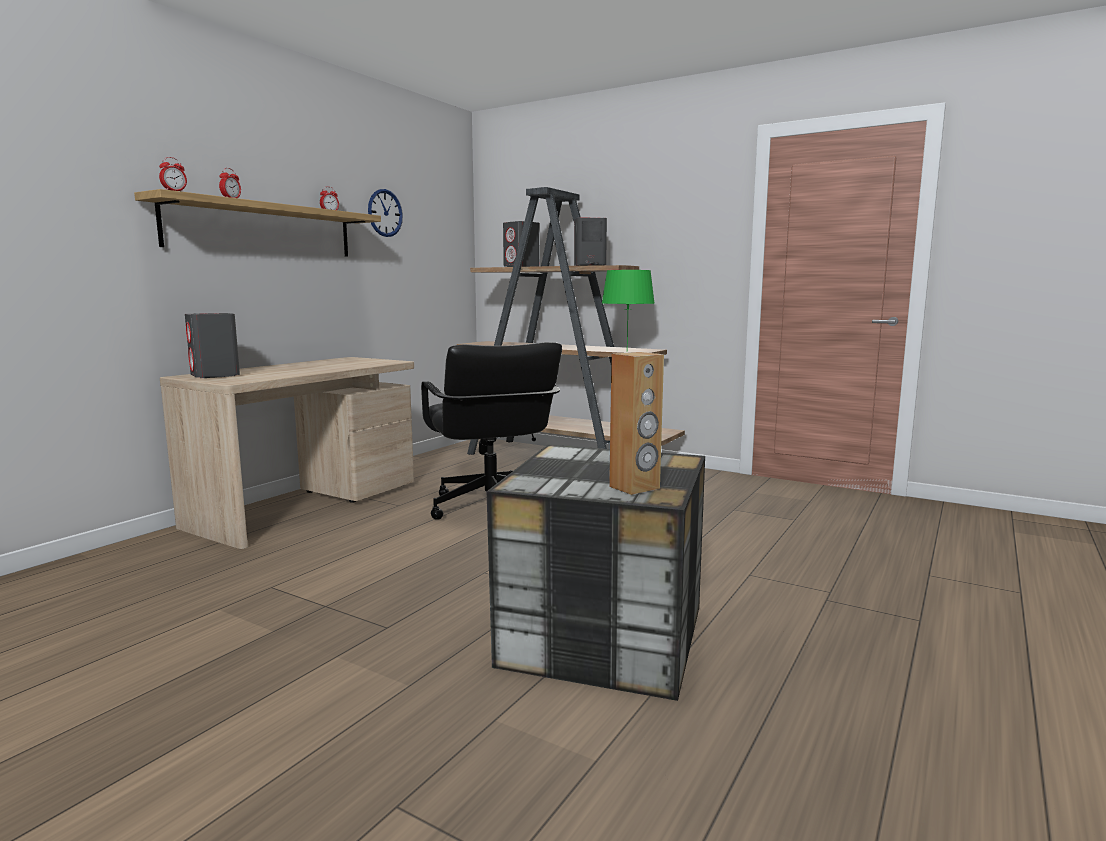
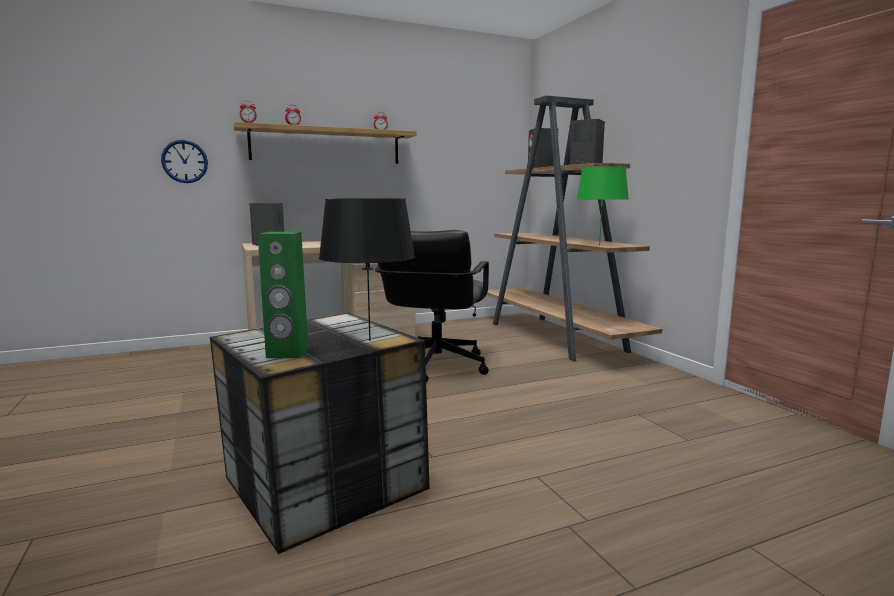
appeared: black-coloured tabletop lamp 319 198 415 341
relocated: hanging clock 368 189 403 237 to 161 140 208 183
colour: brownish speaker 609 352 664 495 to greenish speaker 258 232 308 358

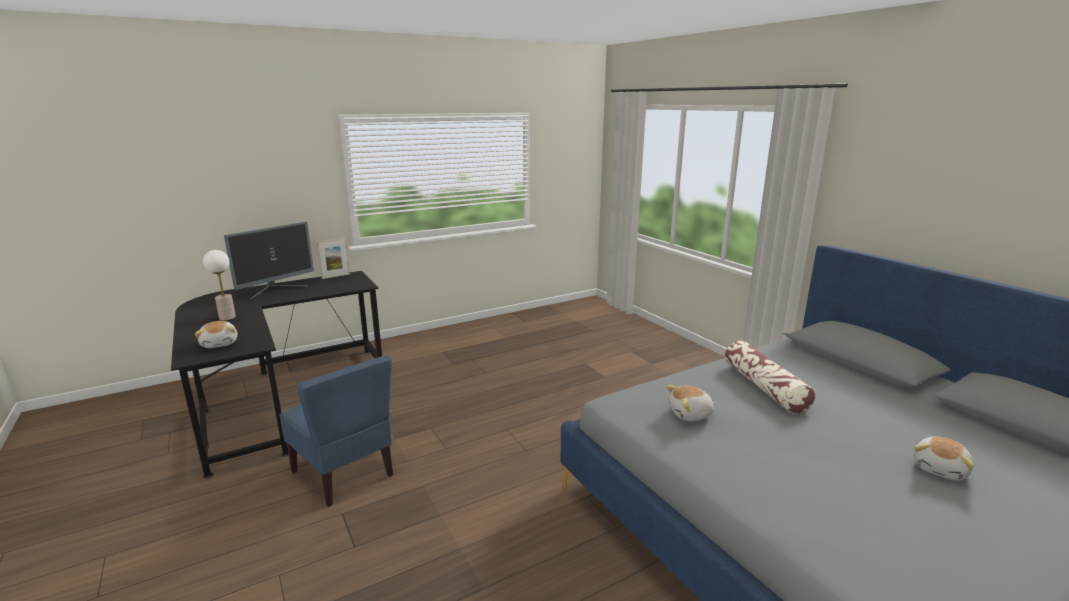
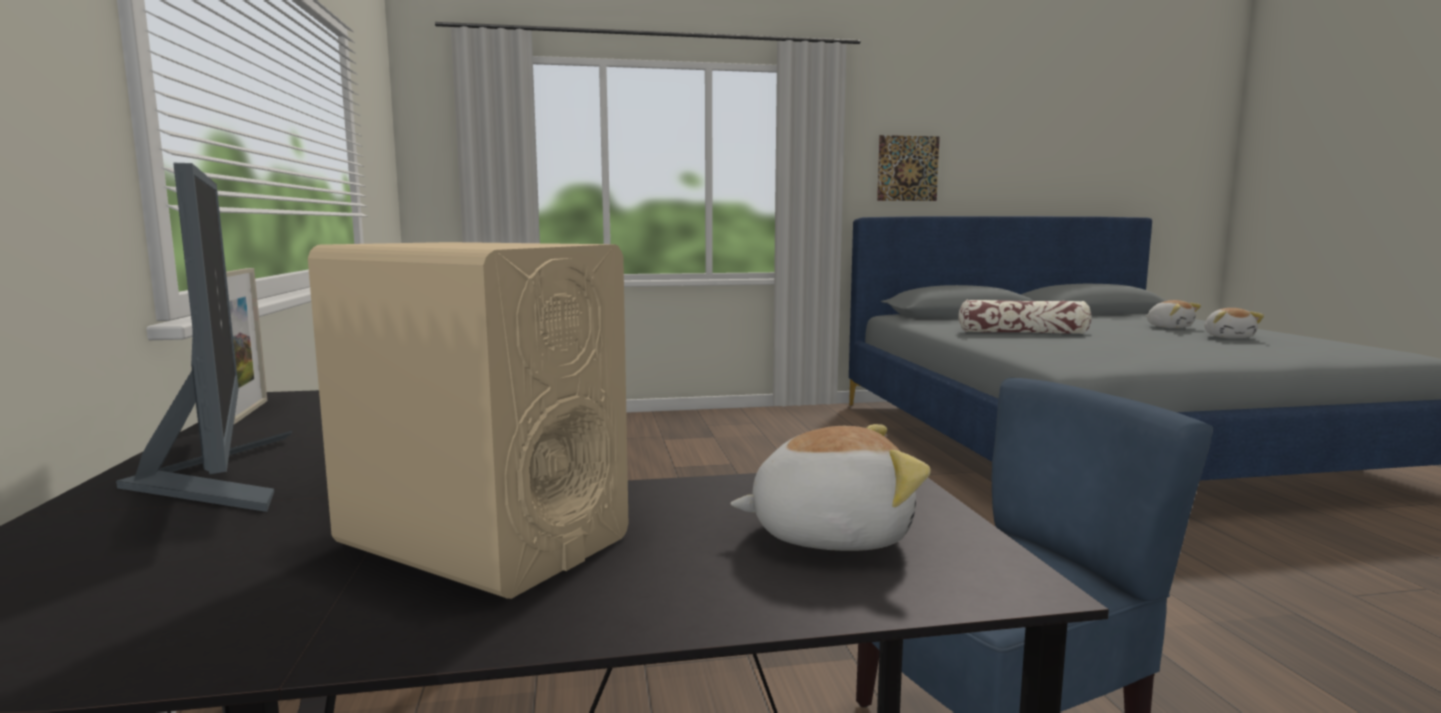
appeared: wall picture 877 135 940 201
relocated: cuddly toy 666 385 716 421 to 1205 308 1264 338
exchanged: tabletop lamp 203 250 236 320 to beige-coloured speaker 308 242 628 599

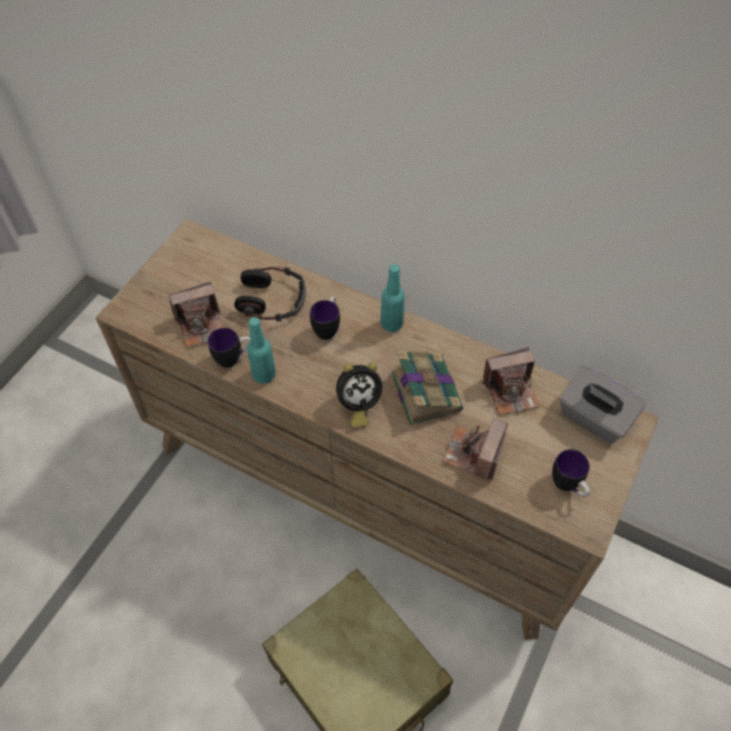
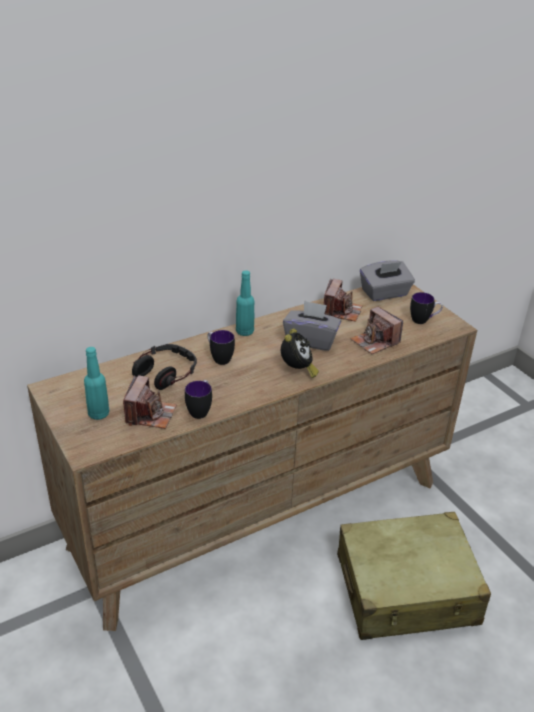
relocated: turquoise-coloured drink bottle 247 317 276 384 to 84 347 110 420
exchanged: volume 391 351 463 425 to grey box of tissues 283 300 341 351

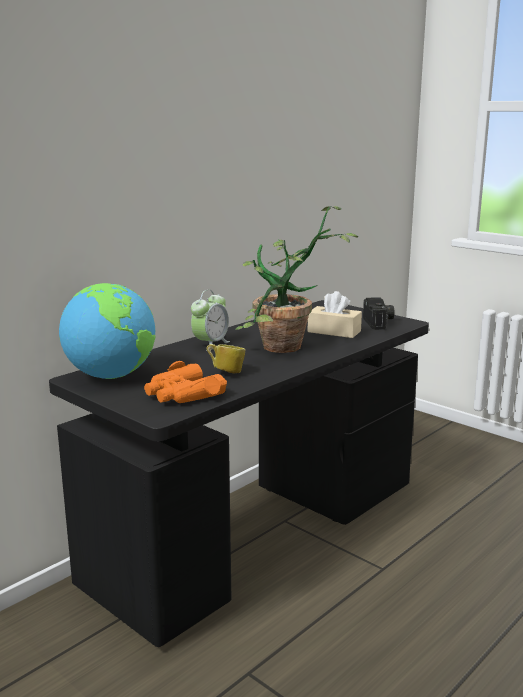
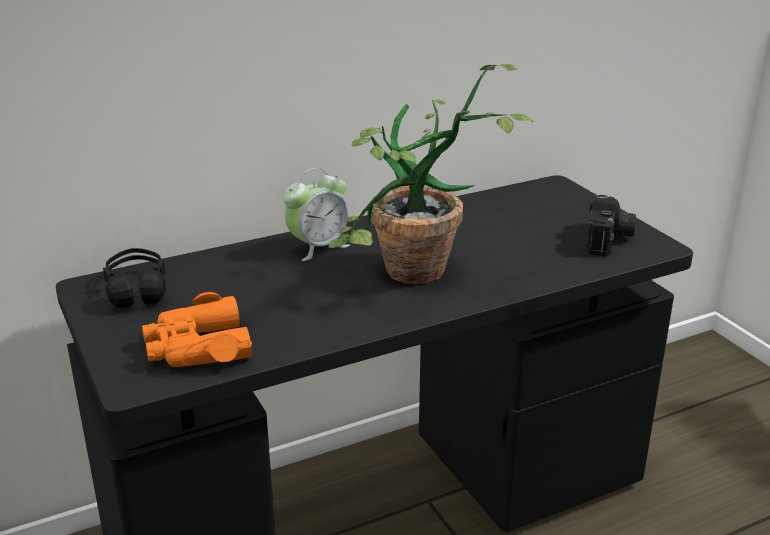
missing: coffee mug 206 344 245 373; beige-coloured box of tissues 308 291 362 338
exchanged: desk globe 59 283 155 379 to black-coloured headset 103 248 166 308

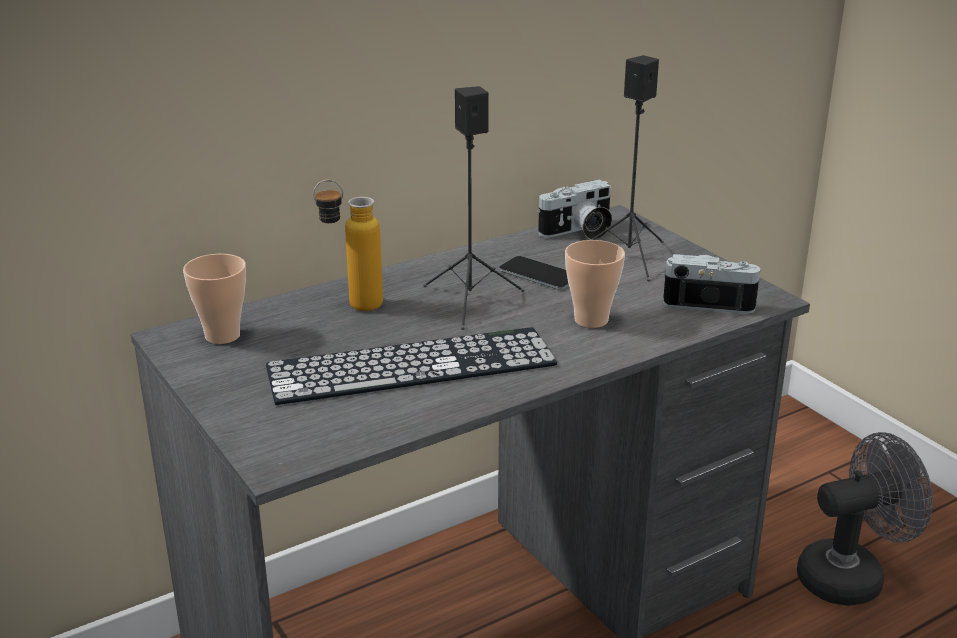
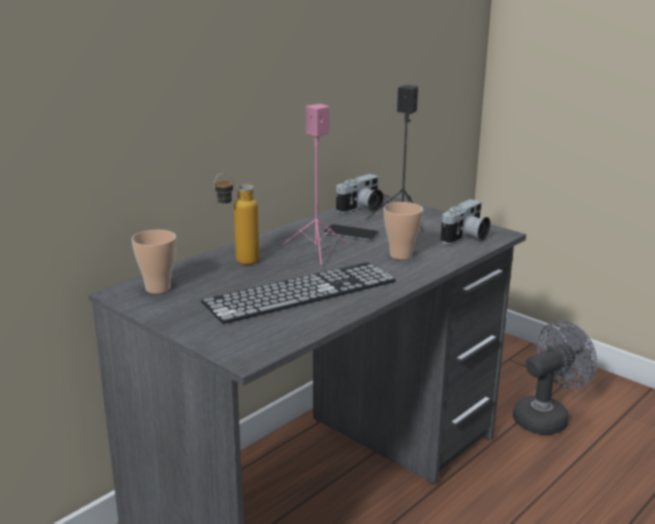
colour: black-coloured speaker 423 86 524 330 to pinkish speaker 279 104 348 269
spun: photo camera 662 254 763 314 = 441 199 491 244 135 degrees clockwise

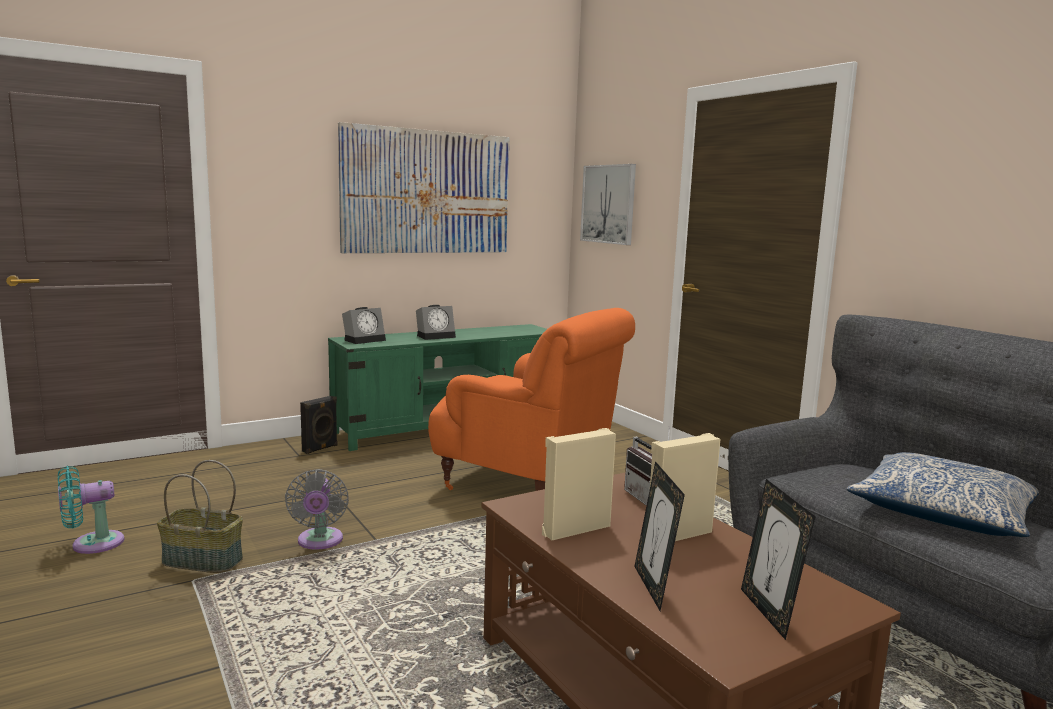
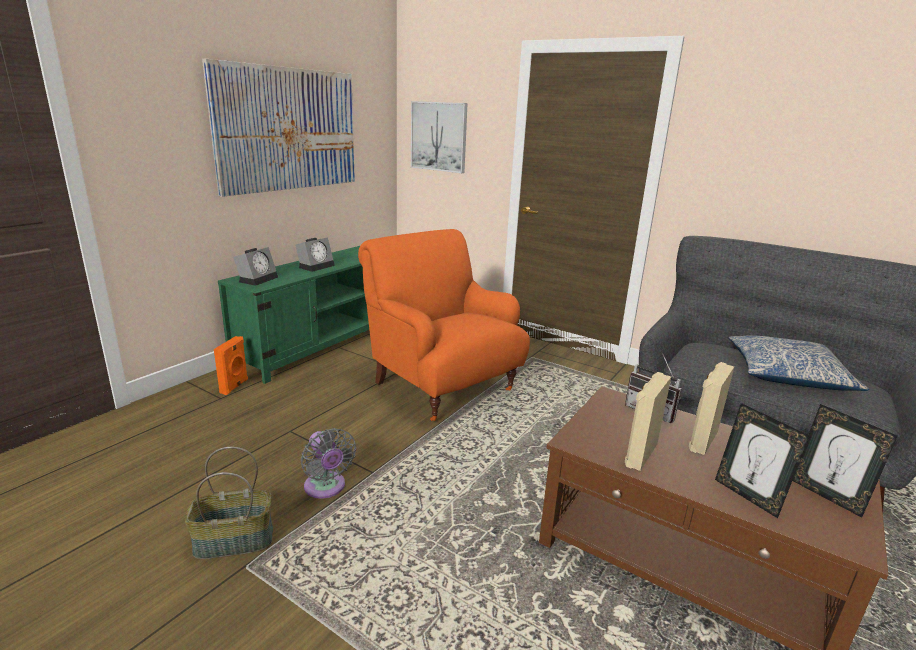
missing: turquoise-coloured electric fan 58 466 124 554
colour: black-coloured speaker 300 396 338 454 to orange-coloured speaker 214 336 248 395
spun: orange-coloured easy chair 428 308 635 491 = 358 229 530 421 135 degrees counterclockwise

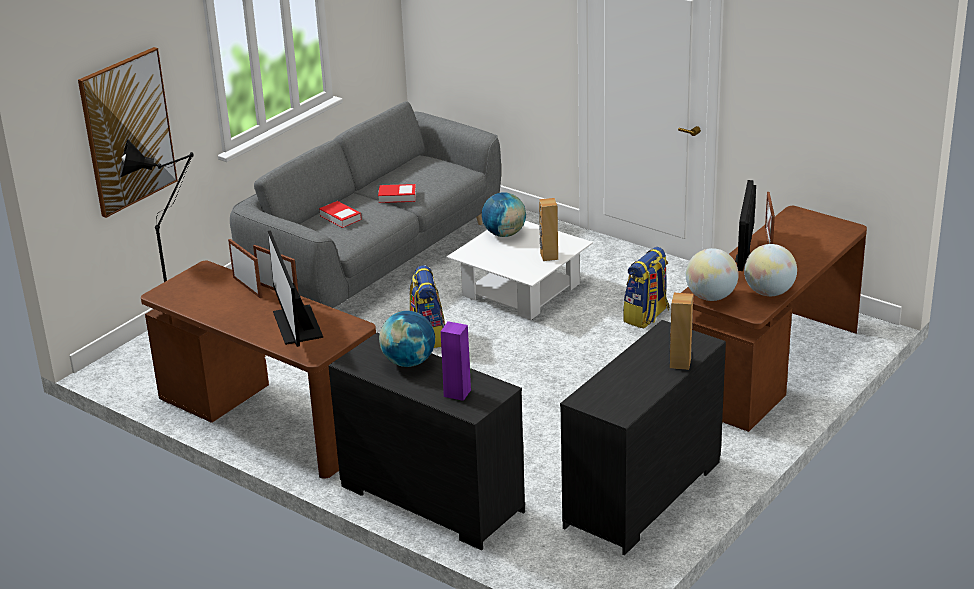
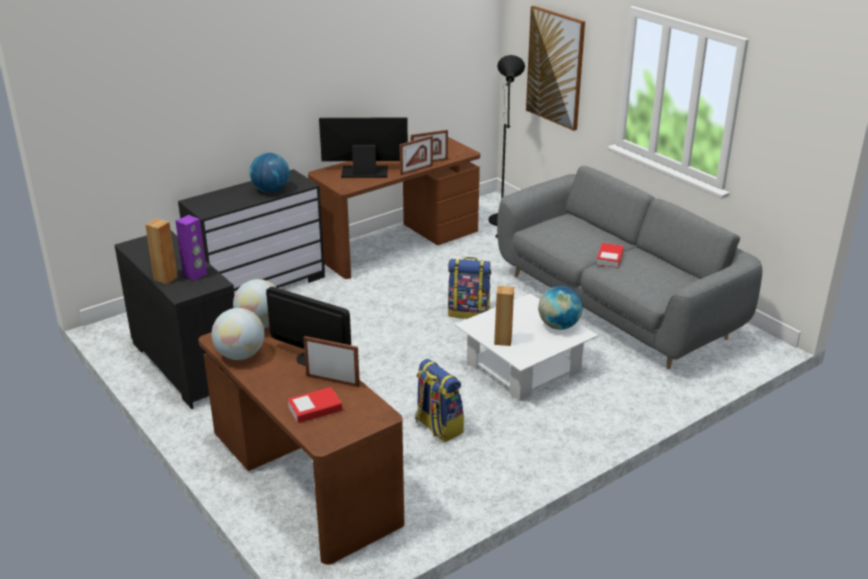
relocated: volume 319 201 362 228 to 287 387 342 423; purple-coloured speaker 441 321 471 401 to 175 215 207 281

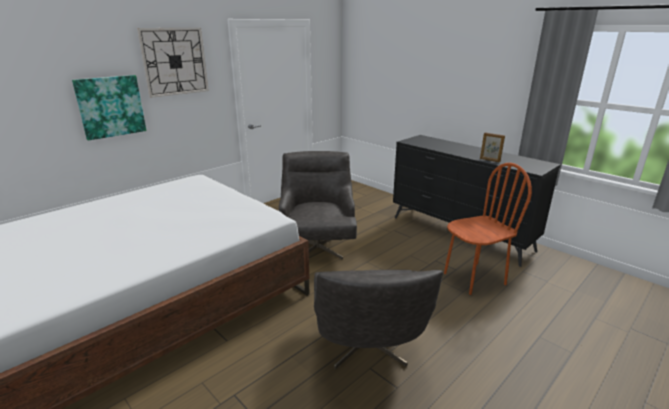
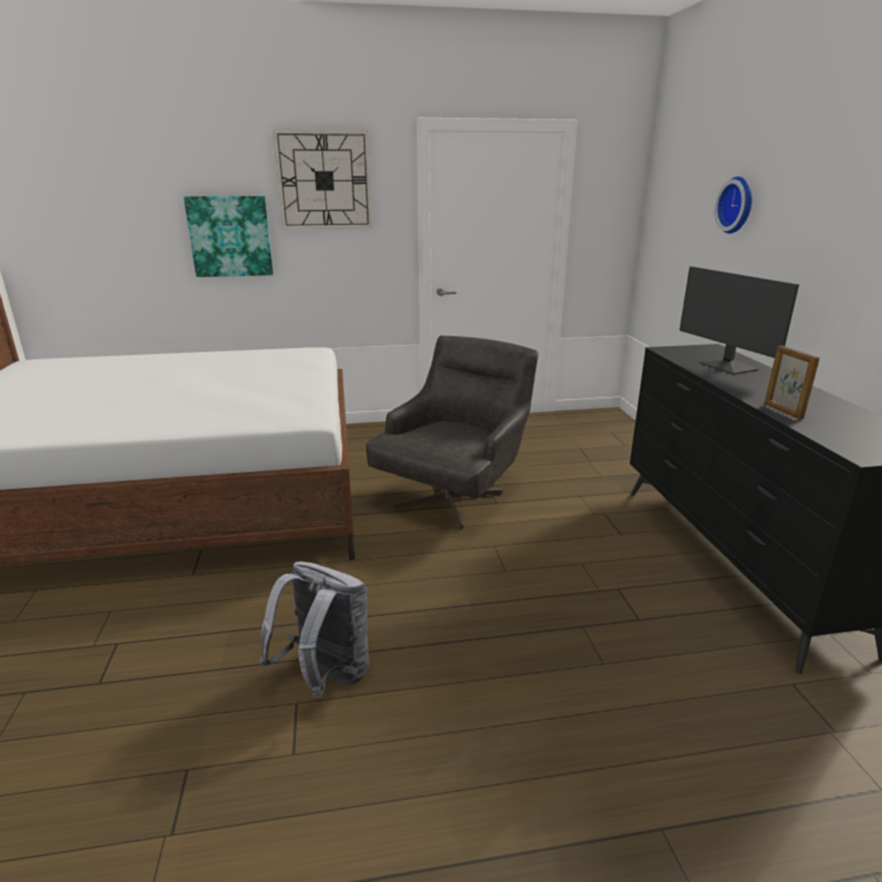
missing: brownish plain chair 444 163 532 295
appeared: computer display 679 266 799 375; hanging clock 715 176 752 234
exchanged: grey easy chair 314 270 443 369 to grey rucksack 259 561 369 698

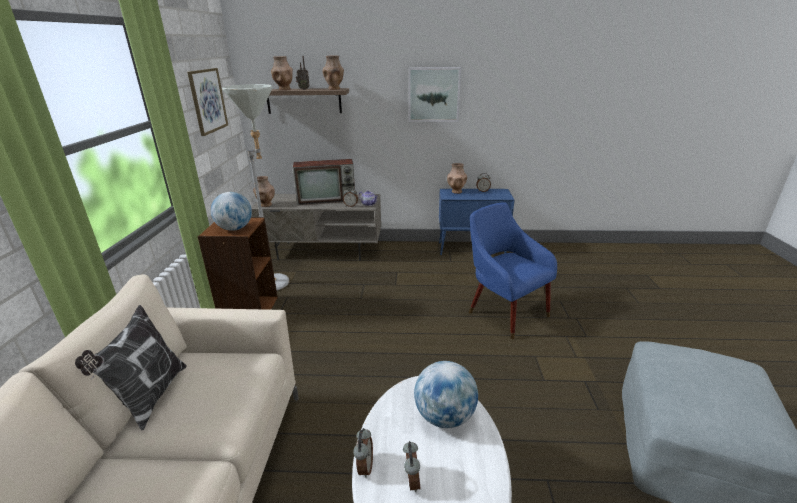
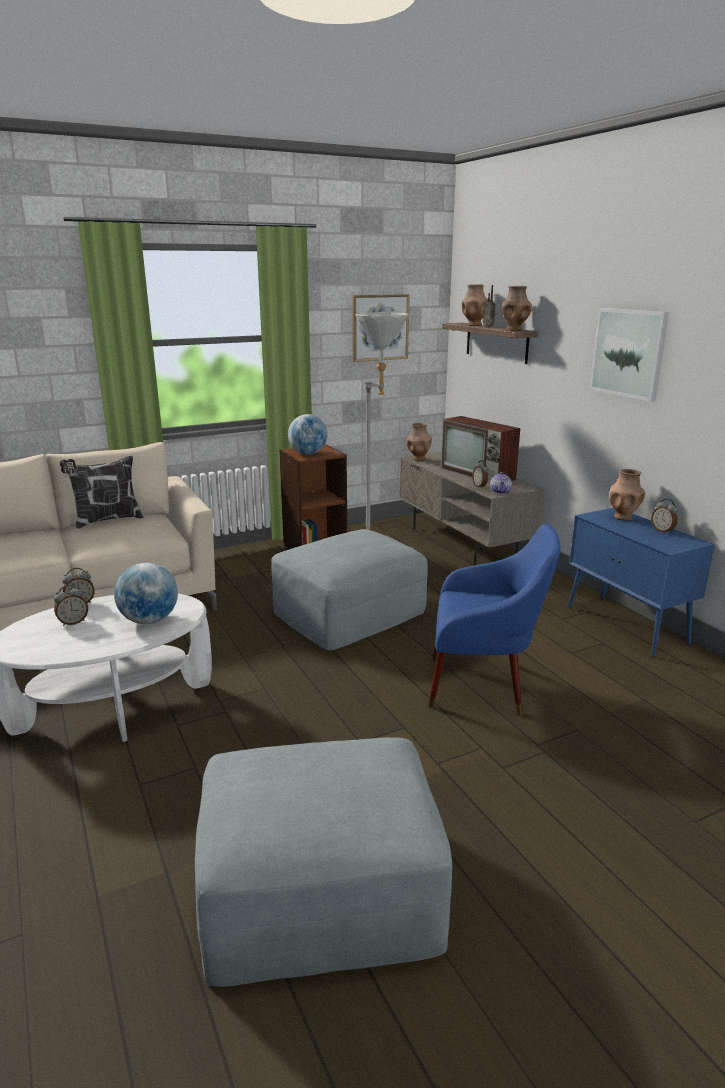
appeared: grey footrest 271 529 428 650
spun: bluish easy chair 469 203 557 339 = 428 524 561 716 75 degrees clockwise

